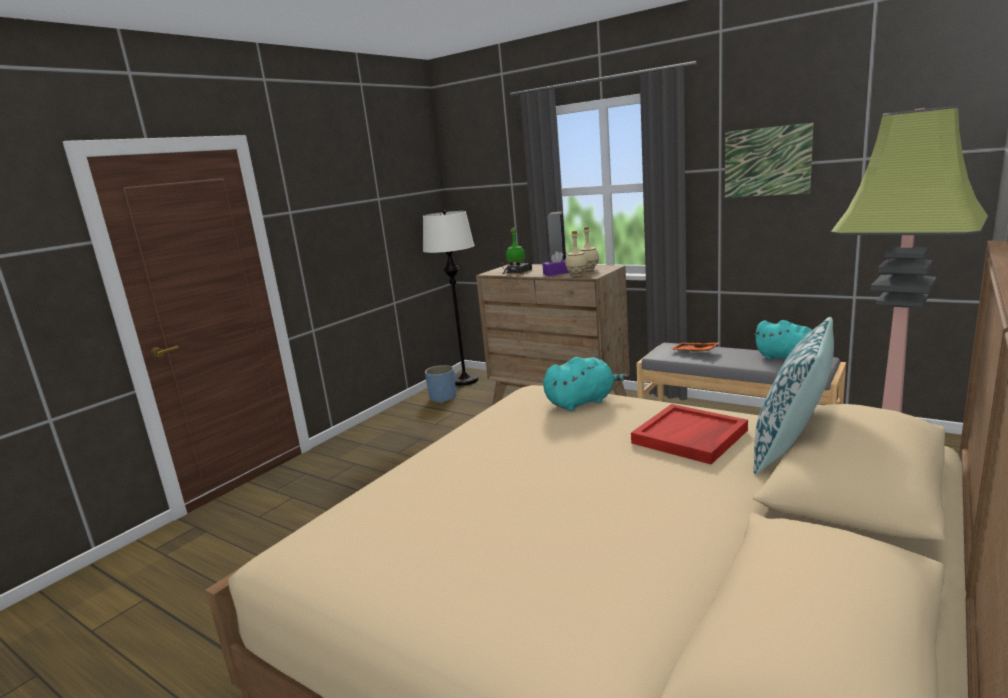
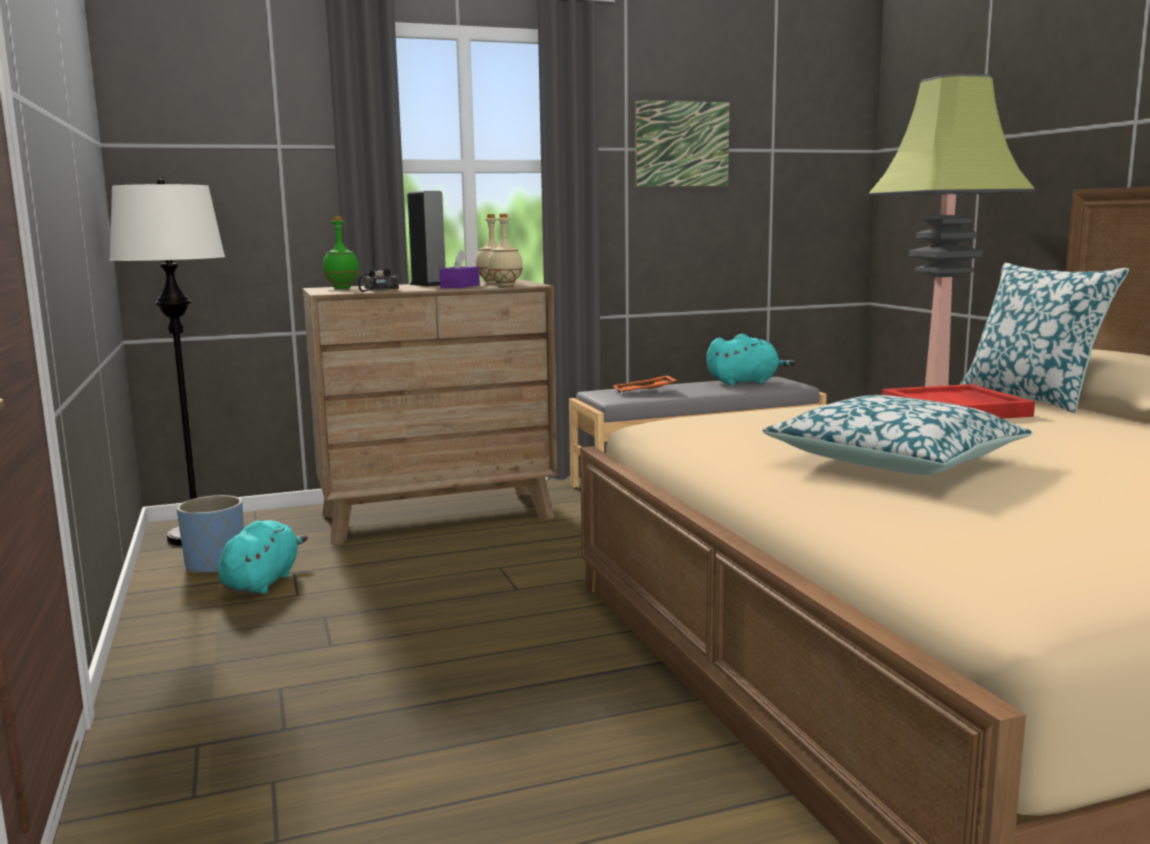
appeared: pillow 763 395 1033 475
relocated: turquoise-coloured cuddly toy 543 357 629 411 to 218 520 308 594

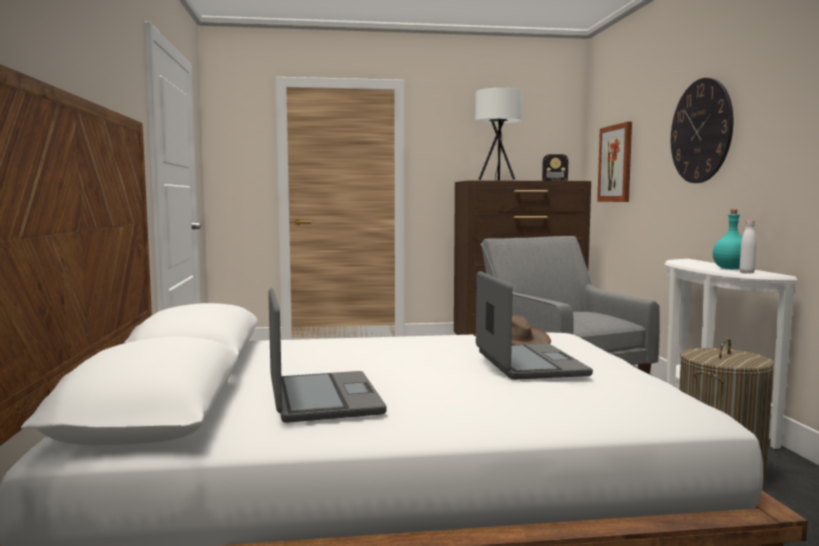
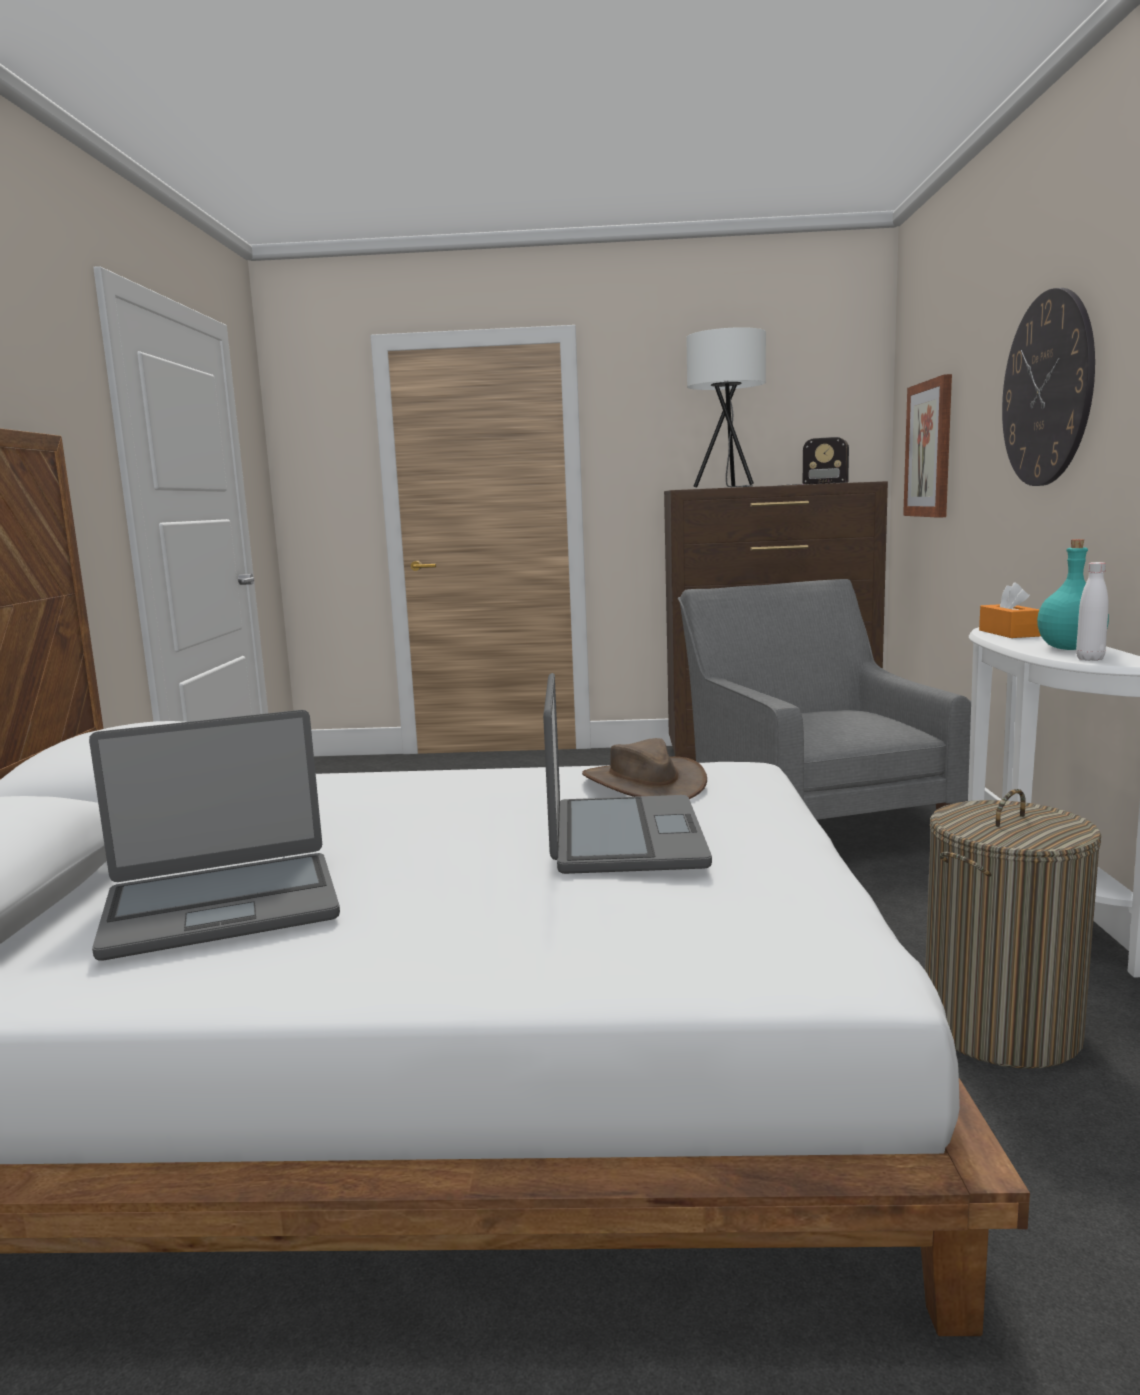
appeared: orange-coloured box of tissues 979 582 1041 638
spun: portable computer 268 288 387 423 = 89 710 340 961 75 degrees clockwise

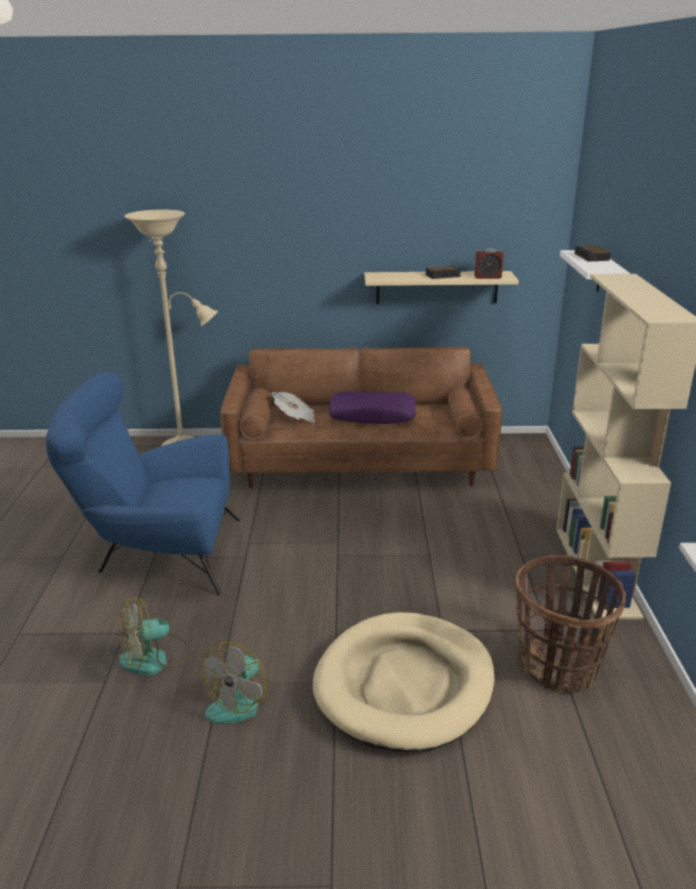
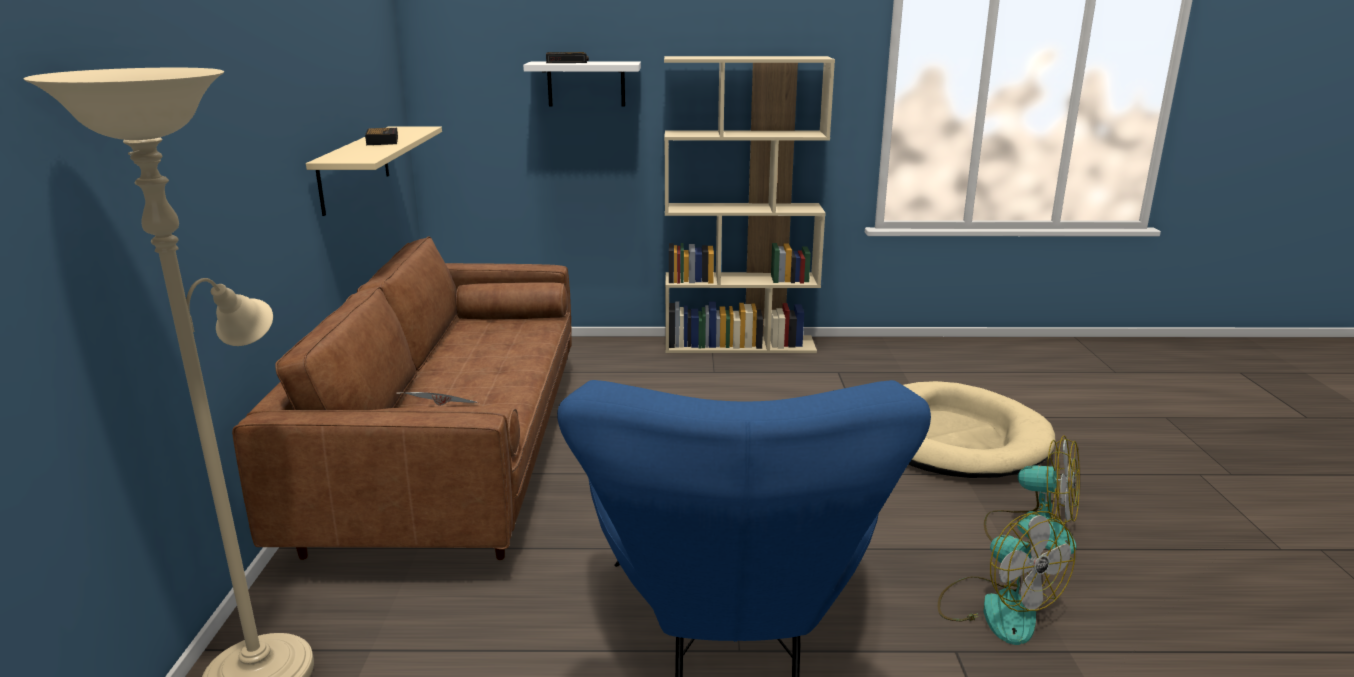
missing: purple-coloured pillow 329 391 416 424; bedside clock 474 248 504 279; household basket 515 555 626 694

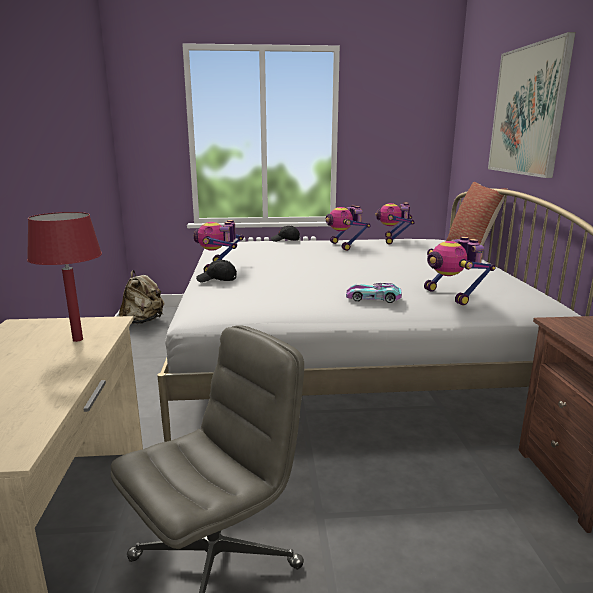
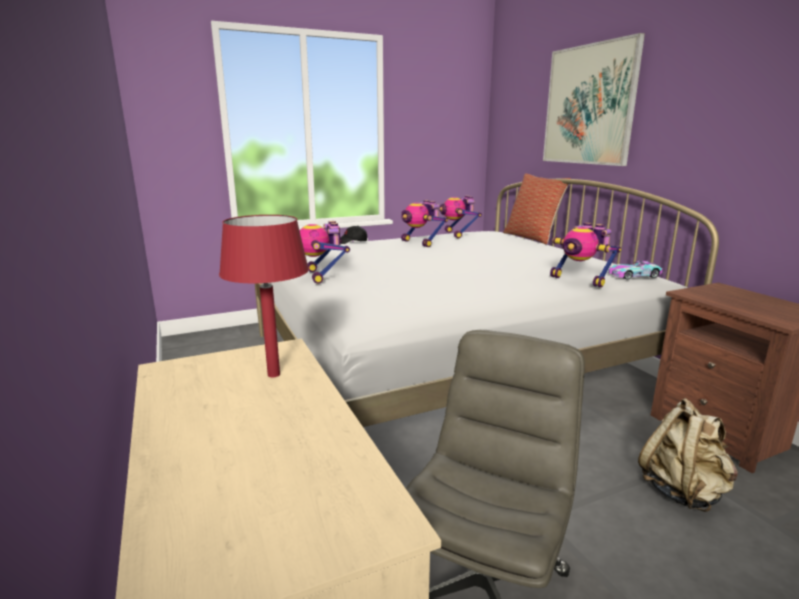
missing: black-coloured peaked cap 196 260 237 283
relocated: beige-coloured rucksack 119 270 164 324 to 638 398 738 512; miniature car 346 283 402 303 to 608 261 663 280

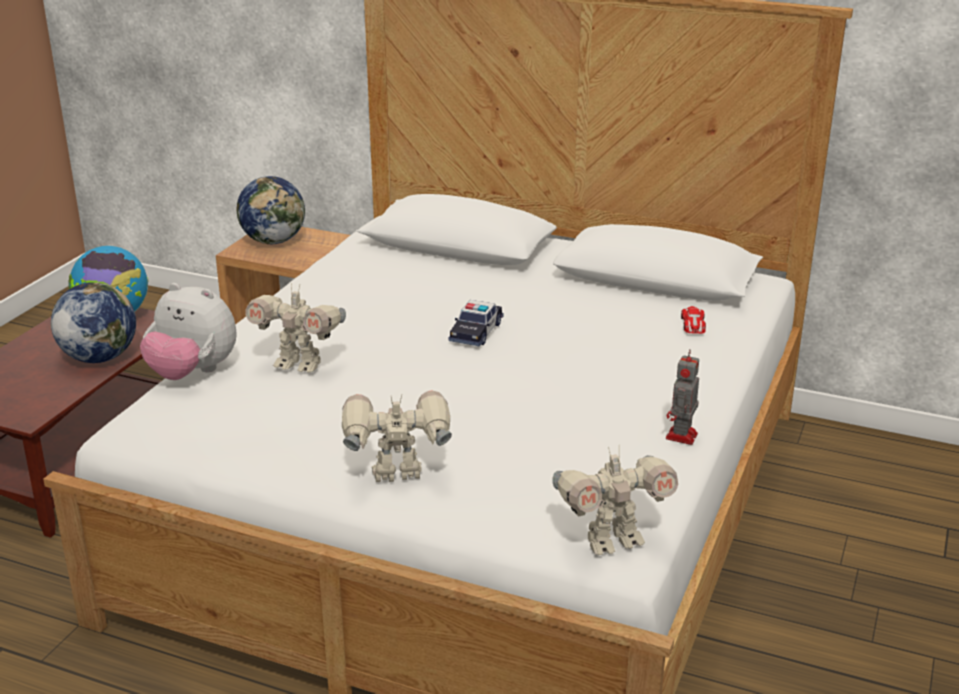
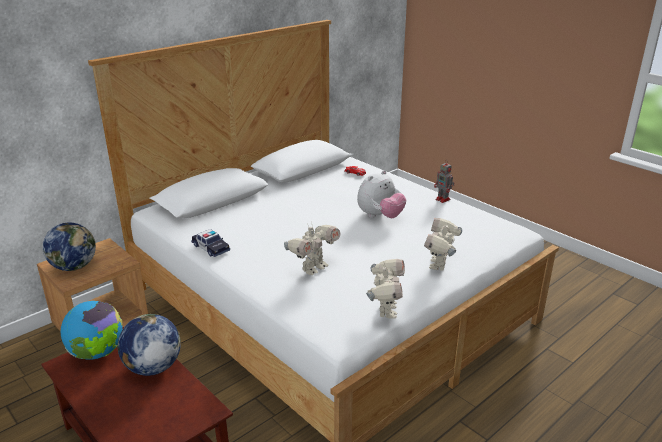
relocated: cuddly toy 140 283 237 380 to 357 170 406 218; miniature car 449 300 503 347 to 191 229 230 257; model robot 552 445 678 555 to 366 259 405 318

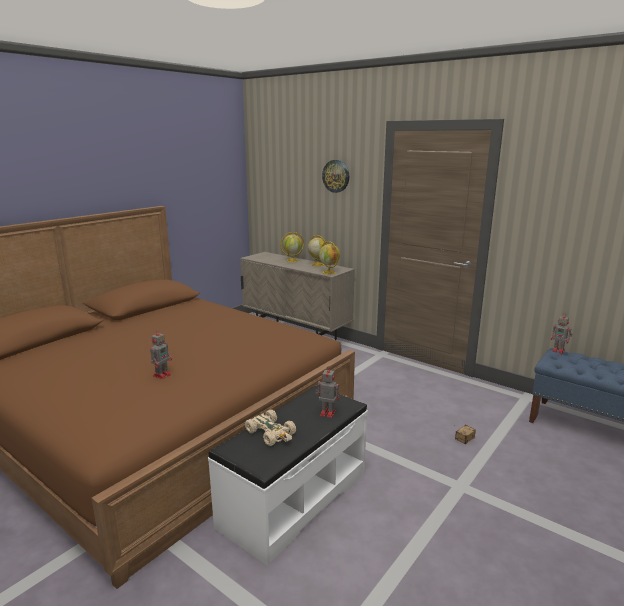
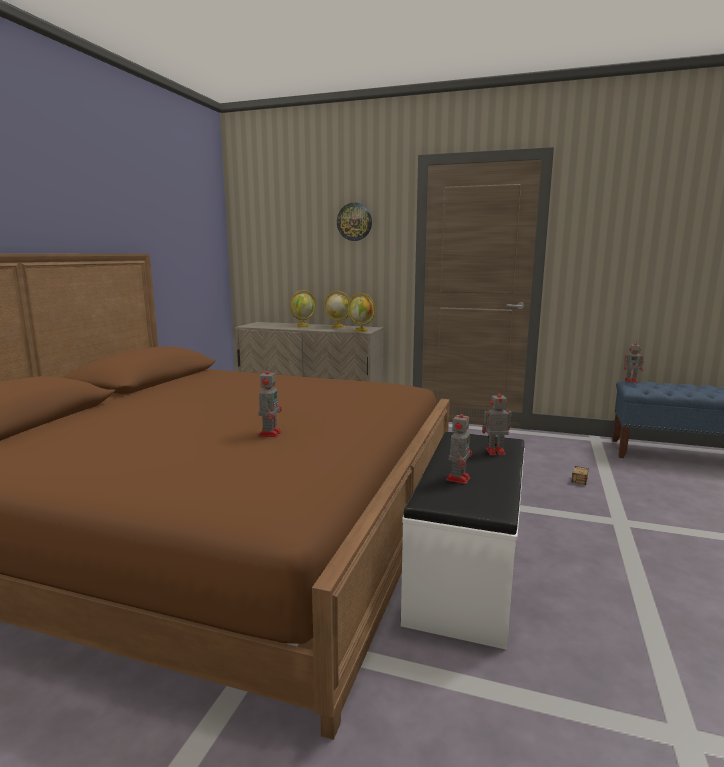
exchanged: beige-coloured miniature car 245 410 296 446 to model robot 446 408 472 484

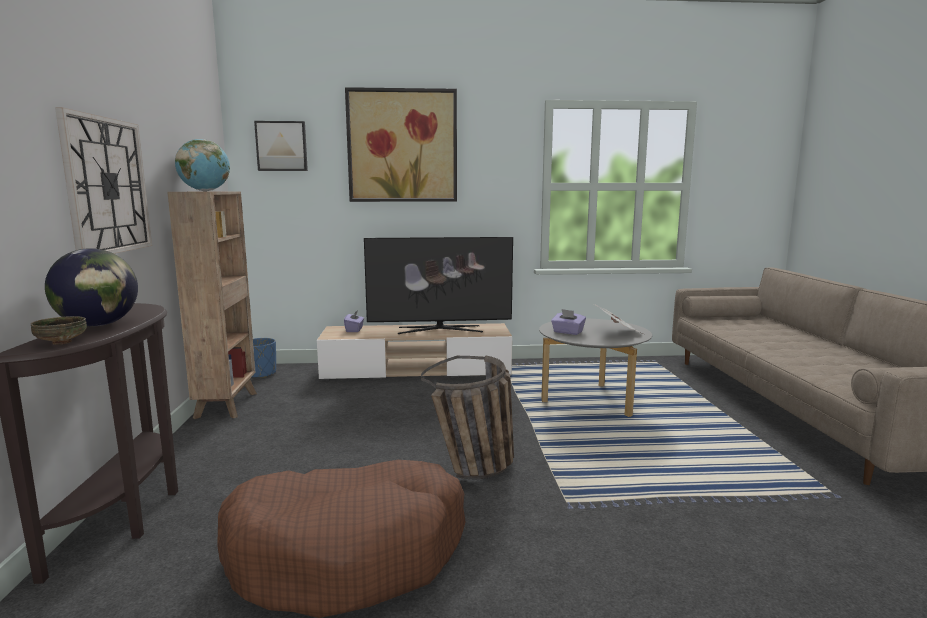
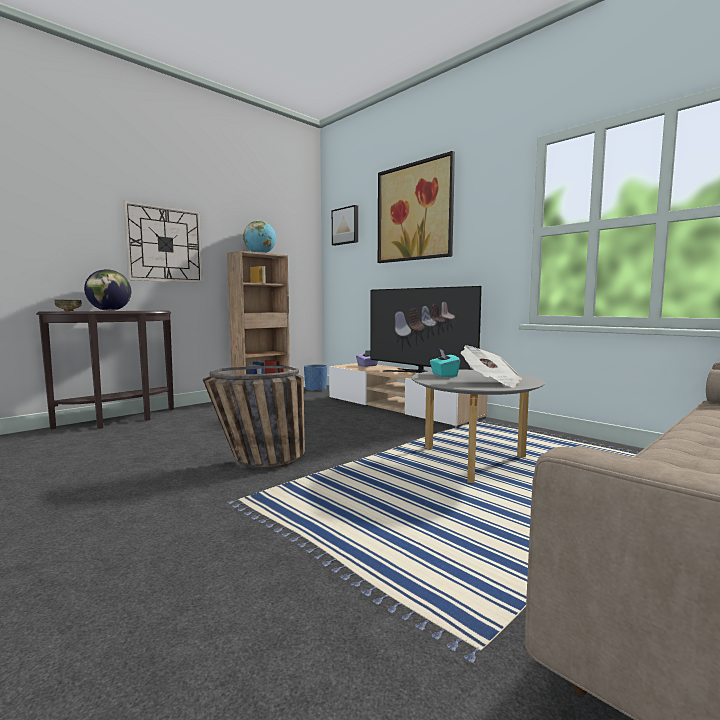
missing: brownish pet bed 217 460 466 618
colour: purple-coloured box of tissues 551 309 586 335 to turquoise-coloured box of tissues 430 349 460 377

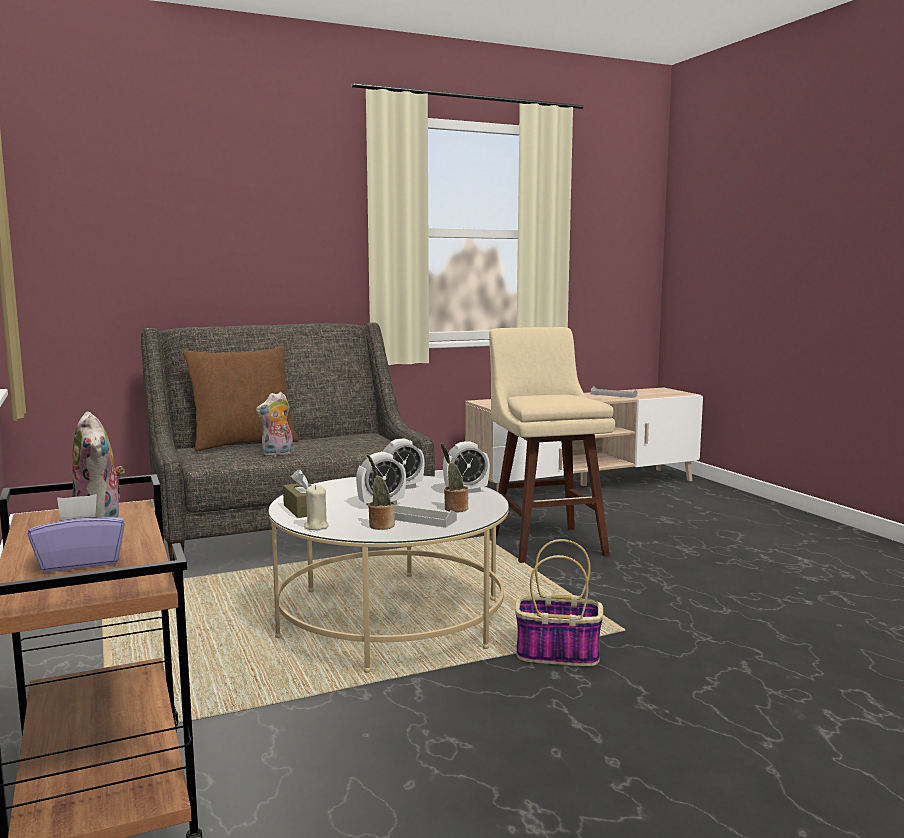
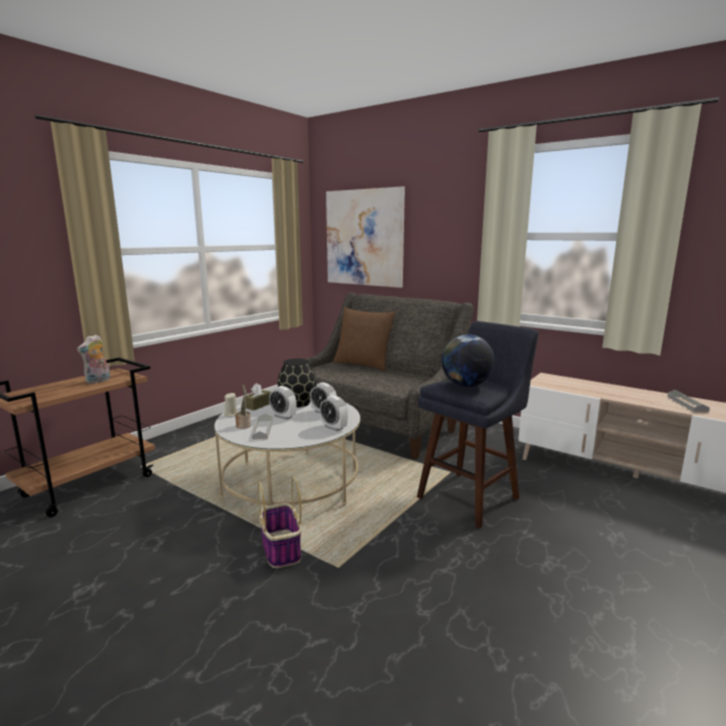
missing: purple-coloured box of tissues 28 494 124 572; cuddly toy 256 392 293 457; houseplant 441 443 468 512
appeared: black-coloured decorative vase 278 359 317 408; wall picture 326 186 405 288; desk globe 441 334 495 387
colour: beige-coloured stool seat 489 327 615 563 to bluish stool seat 417 321 539 529

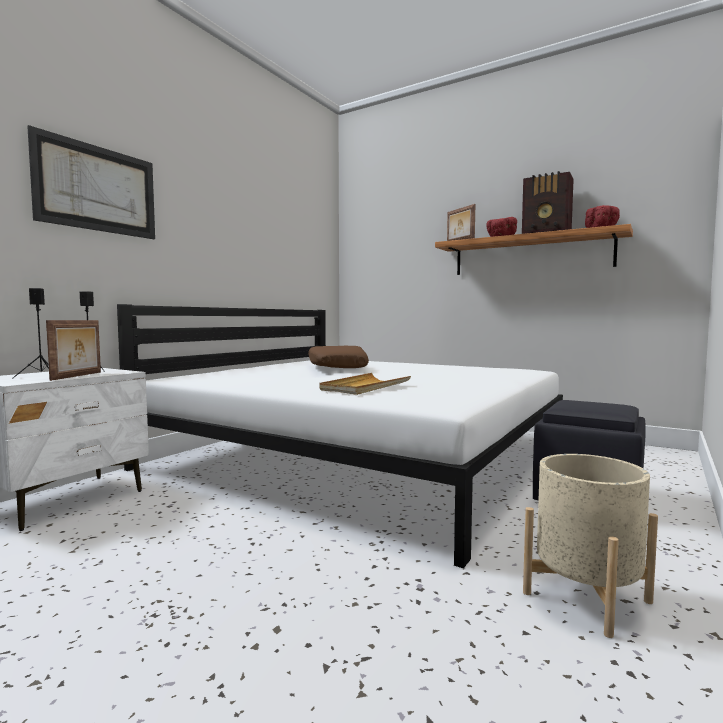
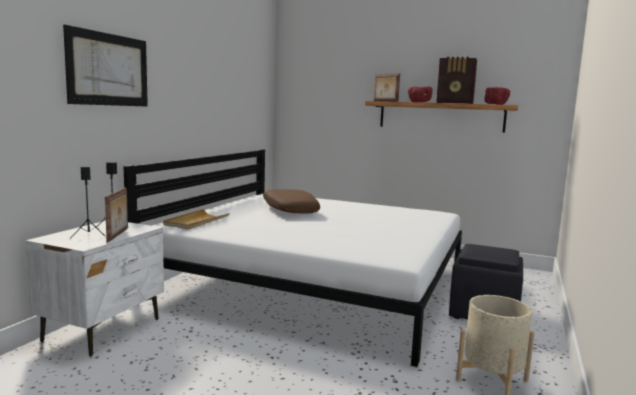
relocated: beige-coloured tray 319 373 411 395 to 163 209 230 230

